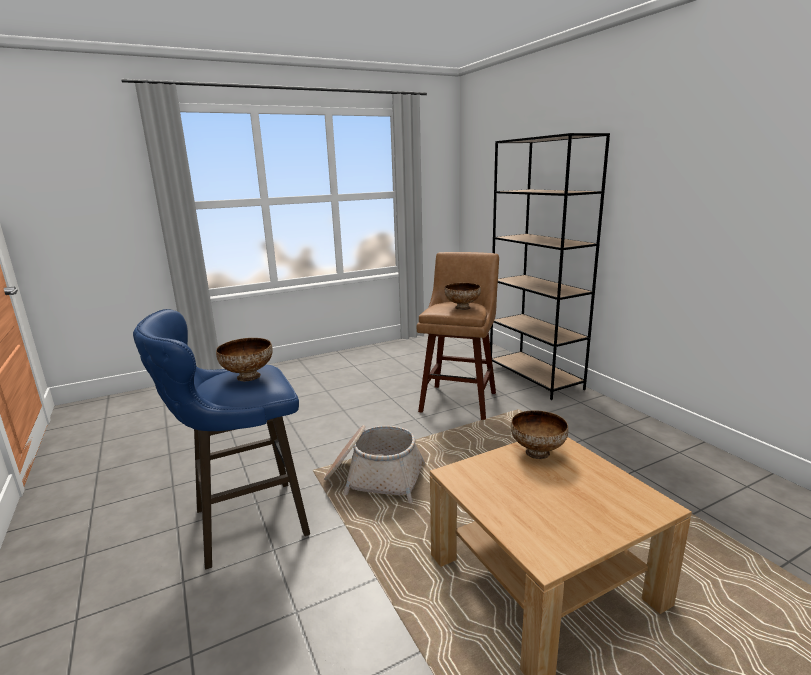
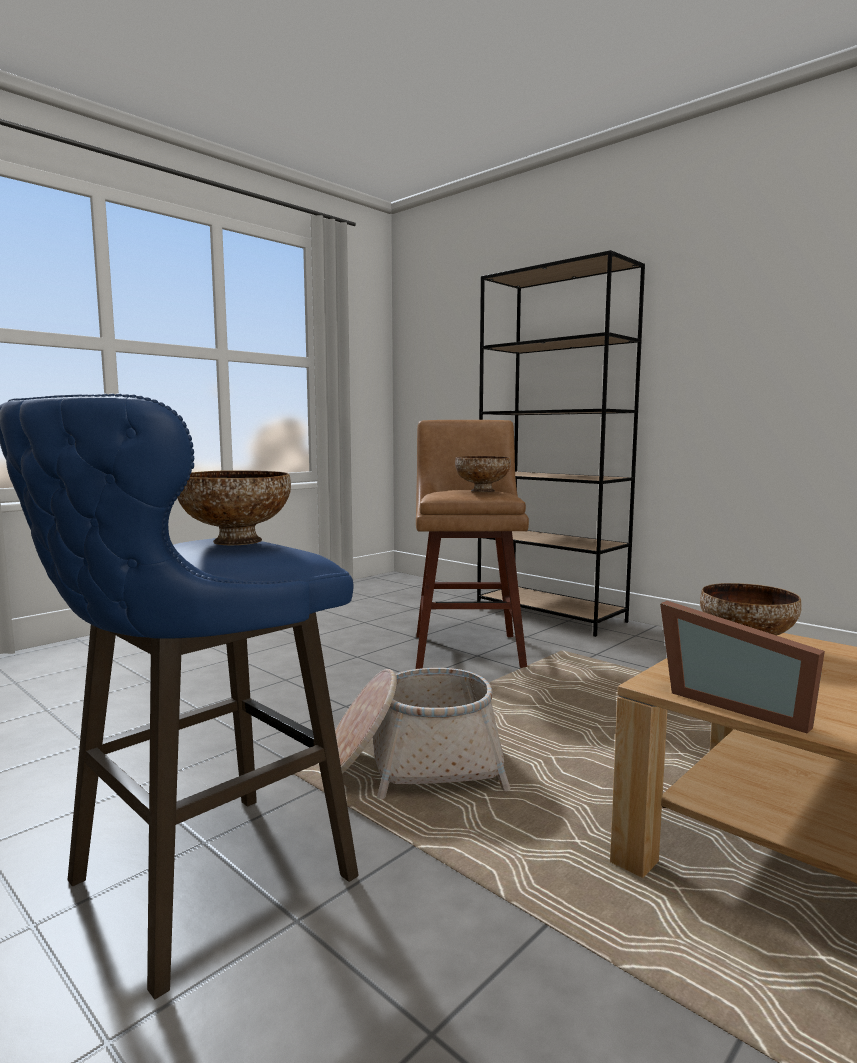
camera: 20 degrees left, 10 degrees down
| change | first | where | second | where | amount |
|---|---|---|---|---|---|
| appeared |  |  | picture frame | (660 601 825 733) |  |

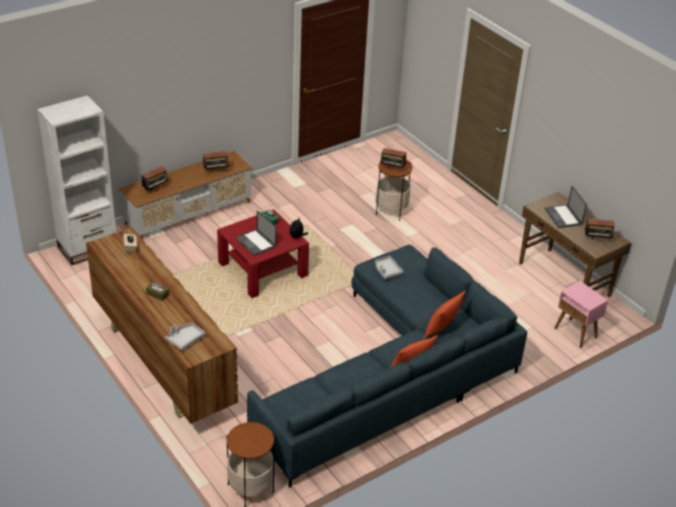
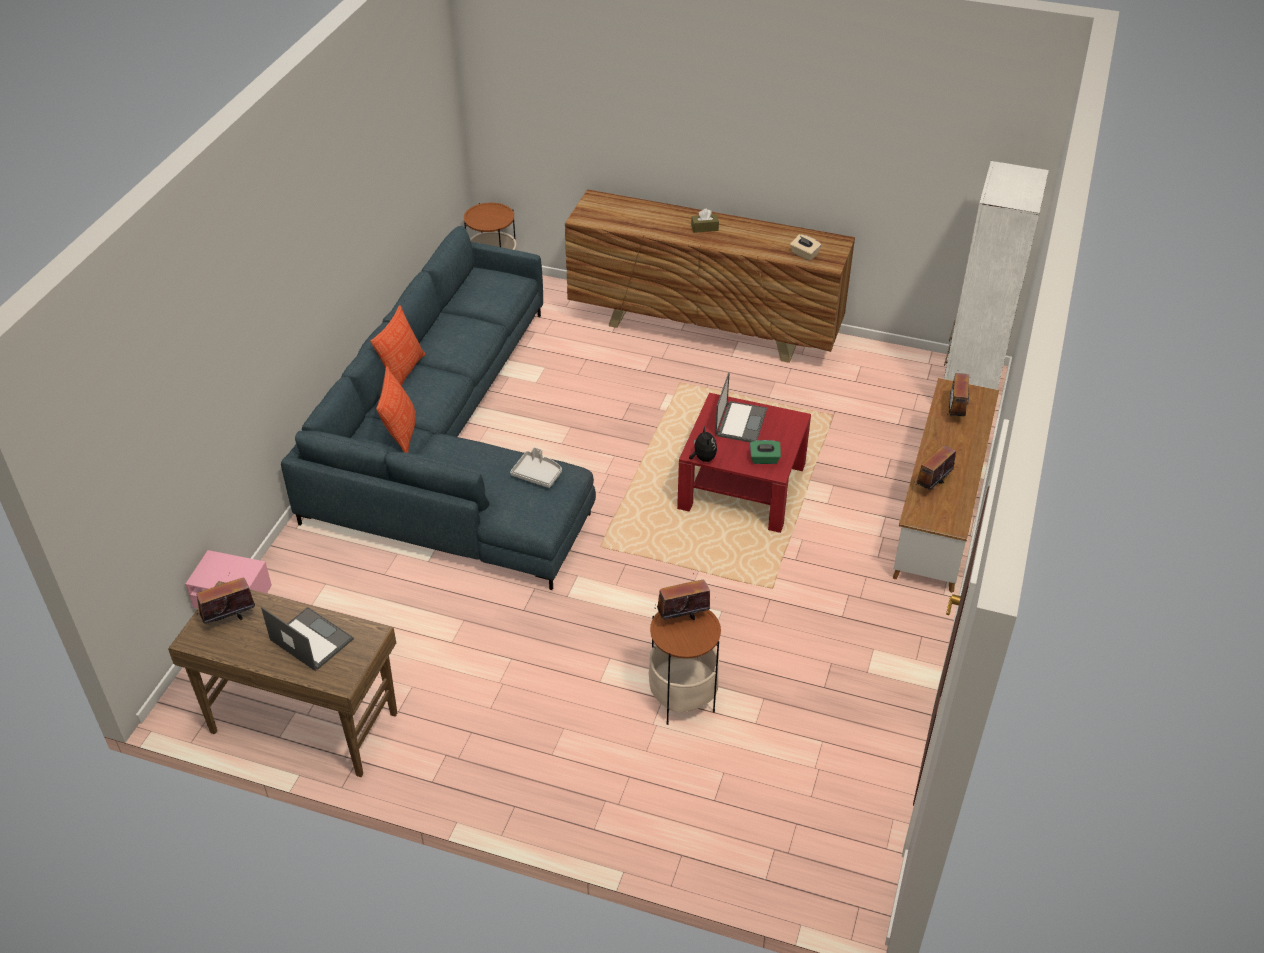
camera: 145 degrees right, 5 degrees up
| change | first | where | second | where | amount |
|---|---|---|---|---|---|
| missing | tray (grey) | (165 323 206 350) |  |  |  |
| spun | laptop | (236 210 277 256) |  | (715 372 767 442) | 90 degrees clockwise |

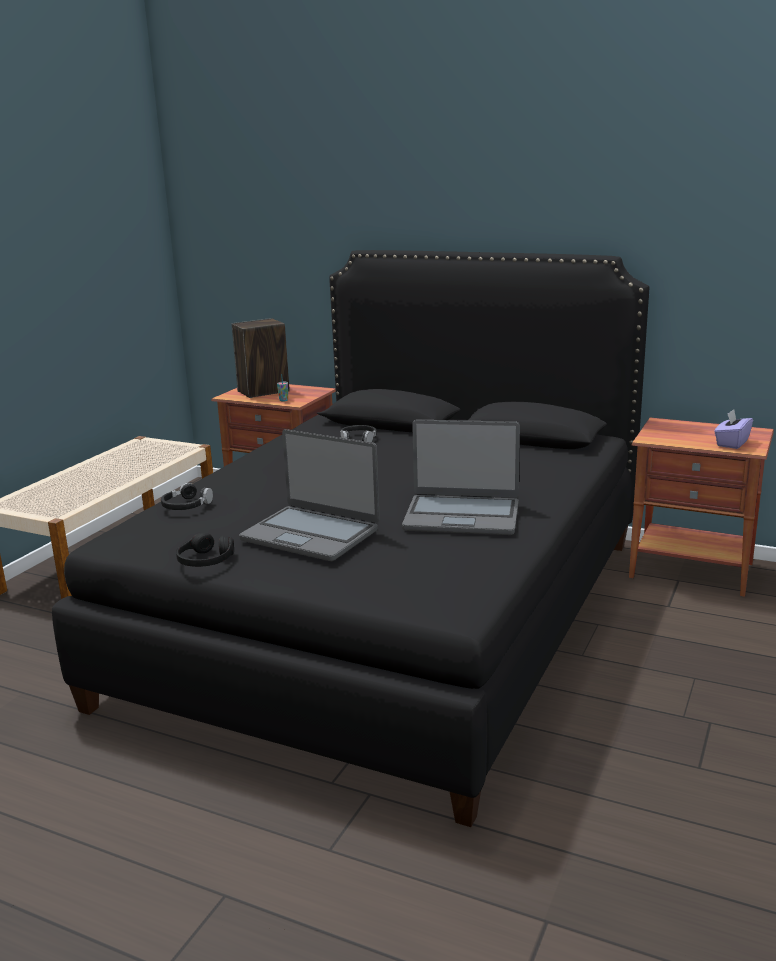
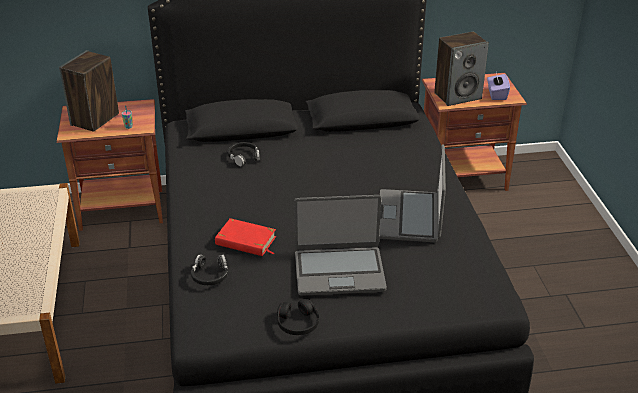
camera: 35 degrees left, 15 degrees up
| change | first | where | second | where | amount |
|---|---|---|---|---|---|
| spun | laptop | (402 420 520 535) |  | (379 144 446 242) | 120 degrees clockwise |
| appeared |  |  | book (red) | (215 218 276 256) |  |
| appeared |  |  | speaker | (434 32 489 106) |  |

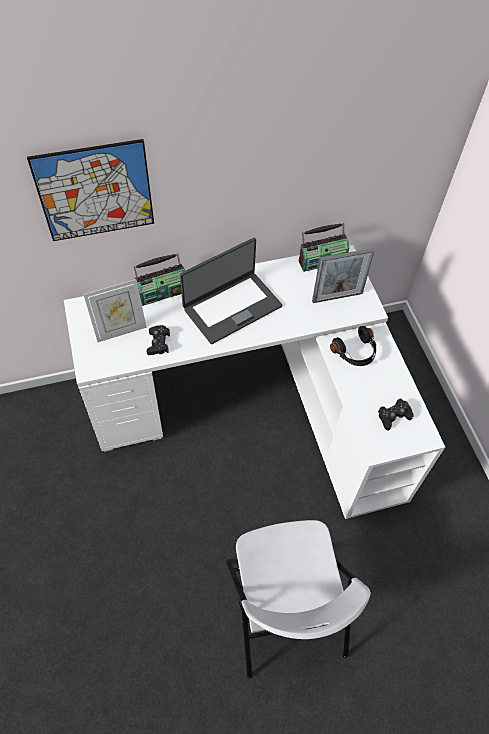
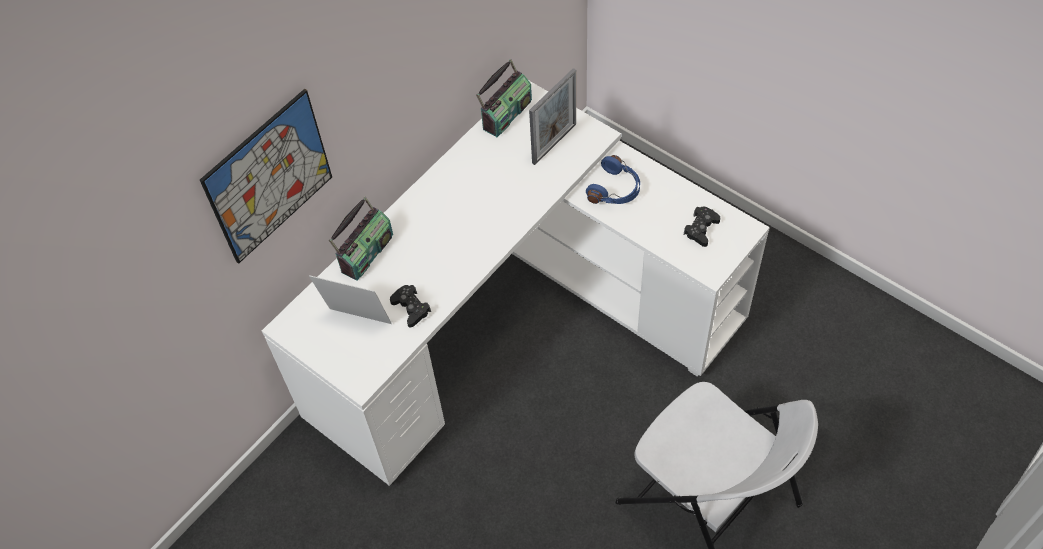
camera: 30 degrees left, 0 degrees up
| change | first | where | second | where | amount |
|---|---|---|---|---|---|
| spun | picture frame | (83 279 147 342) |  | (309 275 392 324) | 105 degrees counterclockwise |
| missing | laptop | (180 238 282 344) |  |  |  |
| colour | headphones (black) | (330 326 376 366) | headphones (blue) | (586 155 640 204) |  |

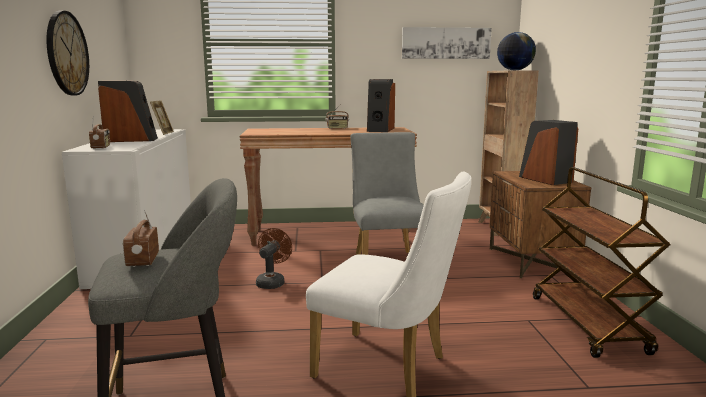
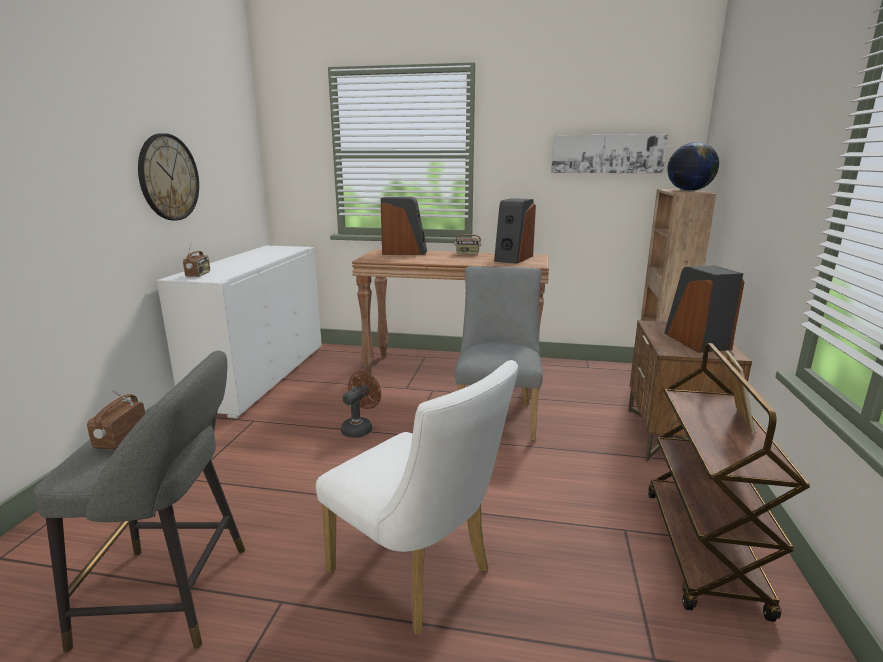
camera: 15 degrees right, 5 degrees up
| change | first | where | second | where | amount |
|---|---|---|---|---|---|
| relocated | speaker | (98 81 158 142) |  | (381 197 427 255) |  |
| relocated | picture frame | (150 100 174 135) |  | (725 350 755 433) |  |

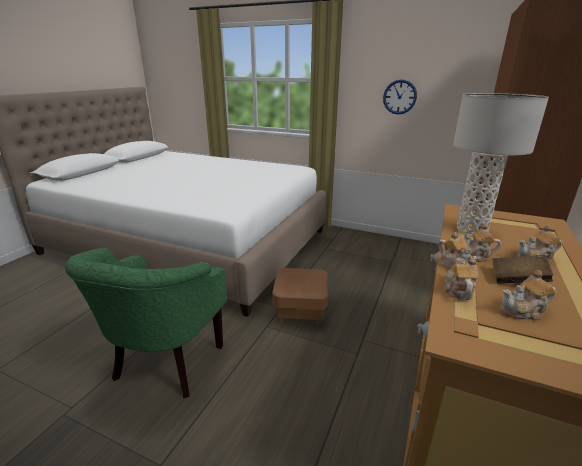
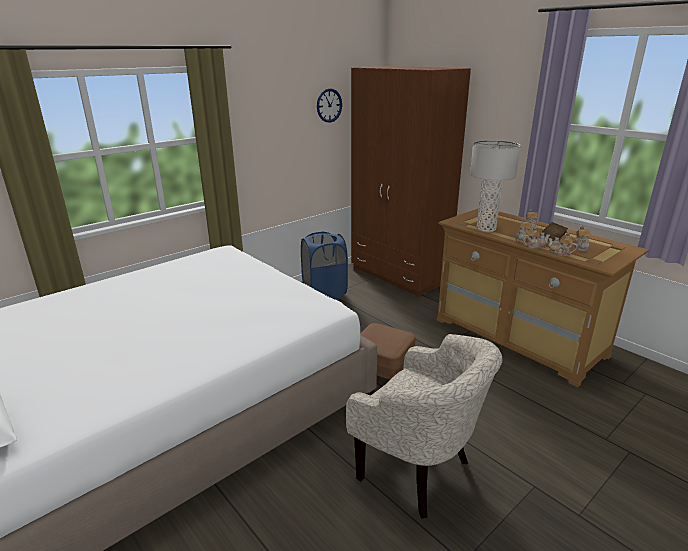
camera: 65 degrees left, 0 degrees up
| change | first | where | second | where | amount |
|---|---|---|---|---|---|
| colour | armchair (green) | (65 248 227 398) | armchair (beige) | (346 334 502 519) |  |
| relocated | wall clock | (383 80 417 115) |  | (317 88 342 123) |  |
| appeared |  |  | laundry basket (blue) | (301 232 348 300) |  |

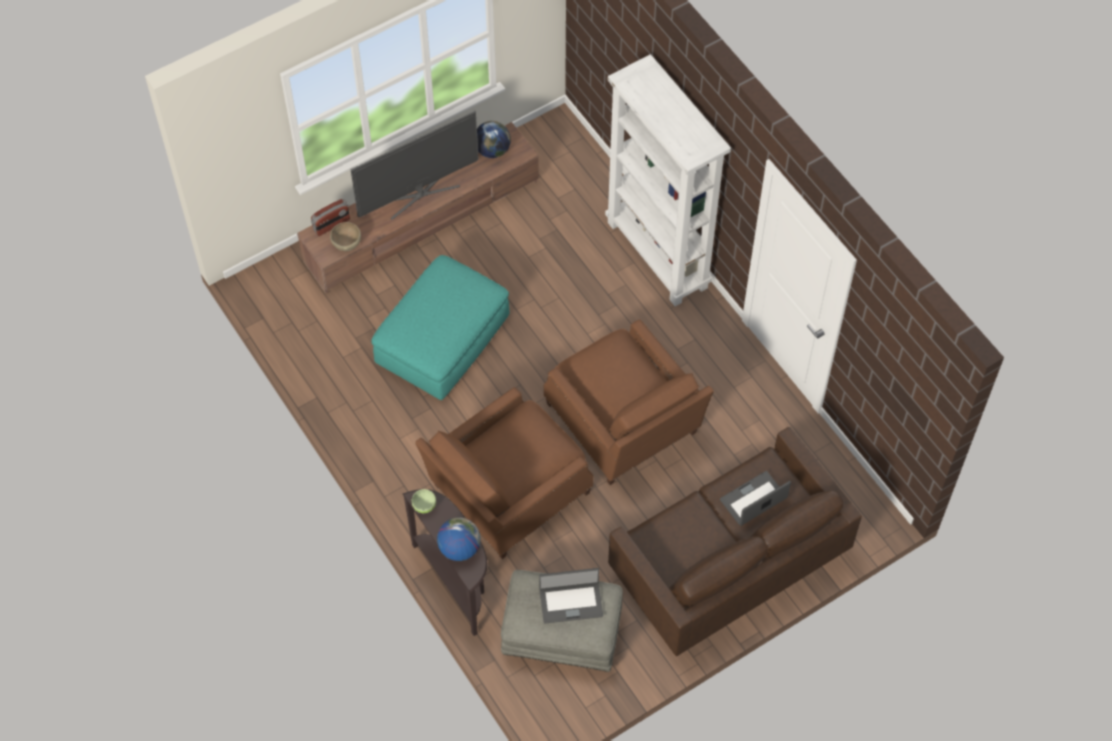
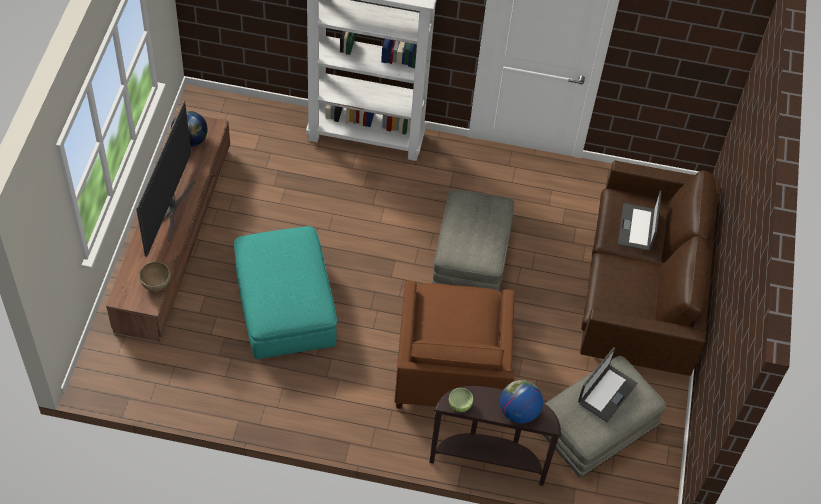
camera: 50 degrees left, 5 degrees down
| change | first | where | second | where | amount |
|---|---|---|---|---|---|
| missing | radio | (311 199 350 236) |  |  |  |
| exchanged | armchair (brown) | (544 319 713 485) | ottoman (grey) | (432 189 514 291) |  |

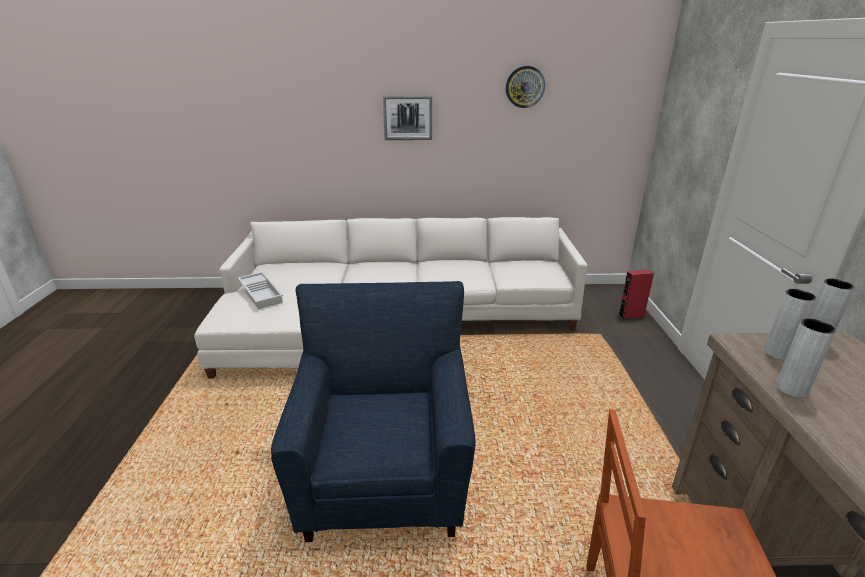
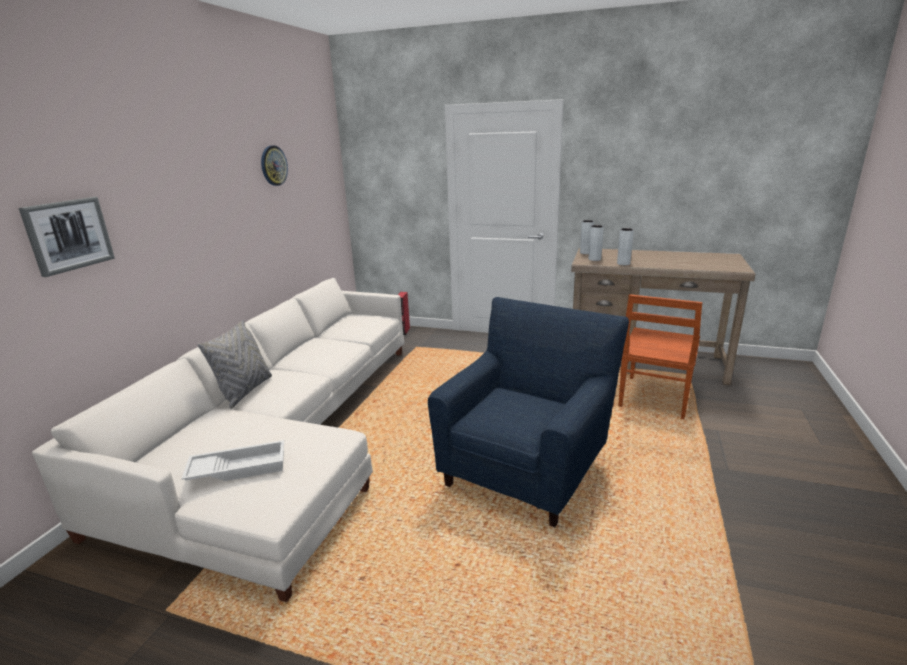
camera: 70 degrees left, 5 degrees down
| change | first | where | second | where | amount |
|---|---|---|---|---|---|
| spun | armchair (blue) | (271 281 475 542) |  | (428 297 629 527) | 105 degrees clockwise |
| relocated | picture | (383 96 432 140) |  | (19 197 115 277) |  |
| appeared |  |  | pillow (grey) | (197 320 272 409) |  |

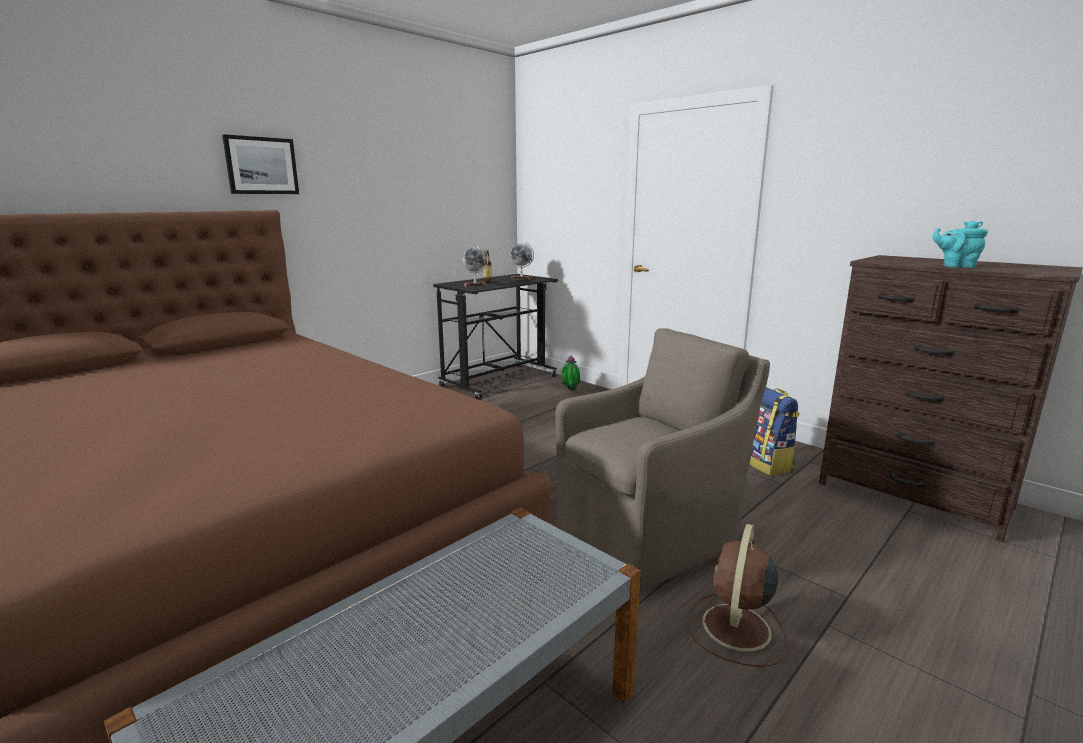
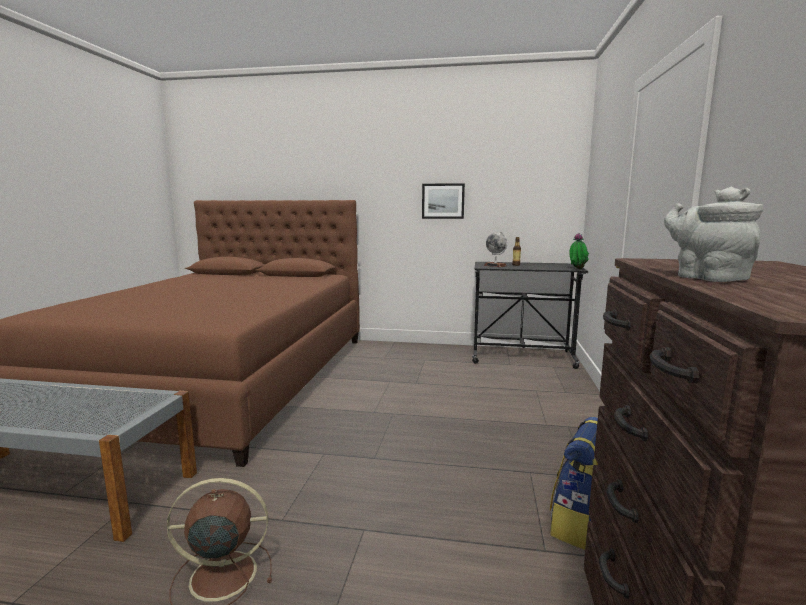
camera: 55 degrees right, 5 degrees down
| change | first | where | second | where | amount |
|---|---|---|---|---|---|
| relocated | picture | (222 134 299 194) |  | (422 183 465 219) |  |
| missing | globe | (510 242 534 280) |  |  |  |
| missing | armchair (brown) | (555 328 770 591) |  |  |  |
| relocated | potted plant | (561 356 581 390) |  | (569 233 589 269) |  |
| colour | teapot (turquoise) | (932 220 988 268) | teapot (grey) | (664 187 763 282) |  |

